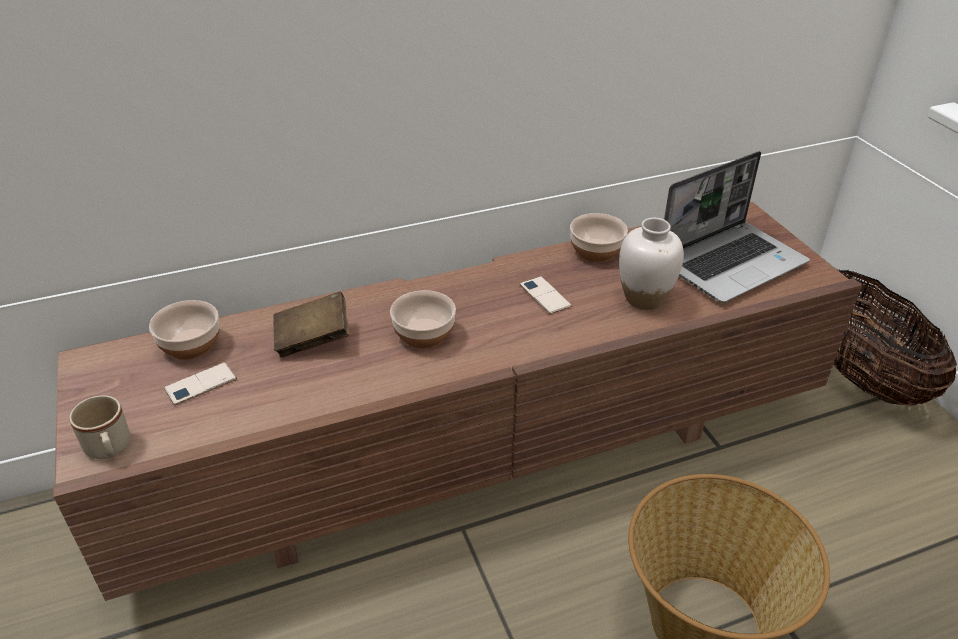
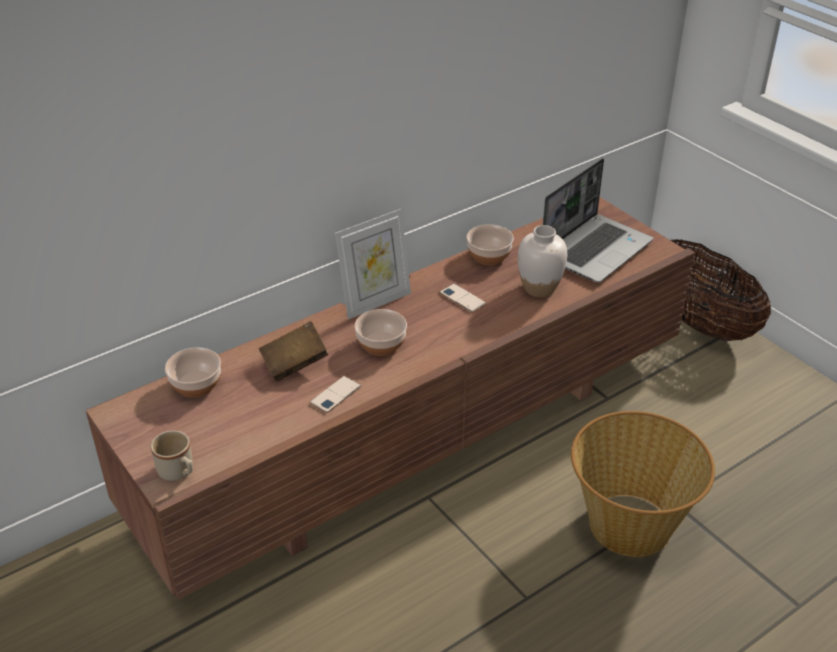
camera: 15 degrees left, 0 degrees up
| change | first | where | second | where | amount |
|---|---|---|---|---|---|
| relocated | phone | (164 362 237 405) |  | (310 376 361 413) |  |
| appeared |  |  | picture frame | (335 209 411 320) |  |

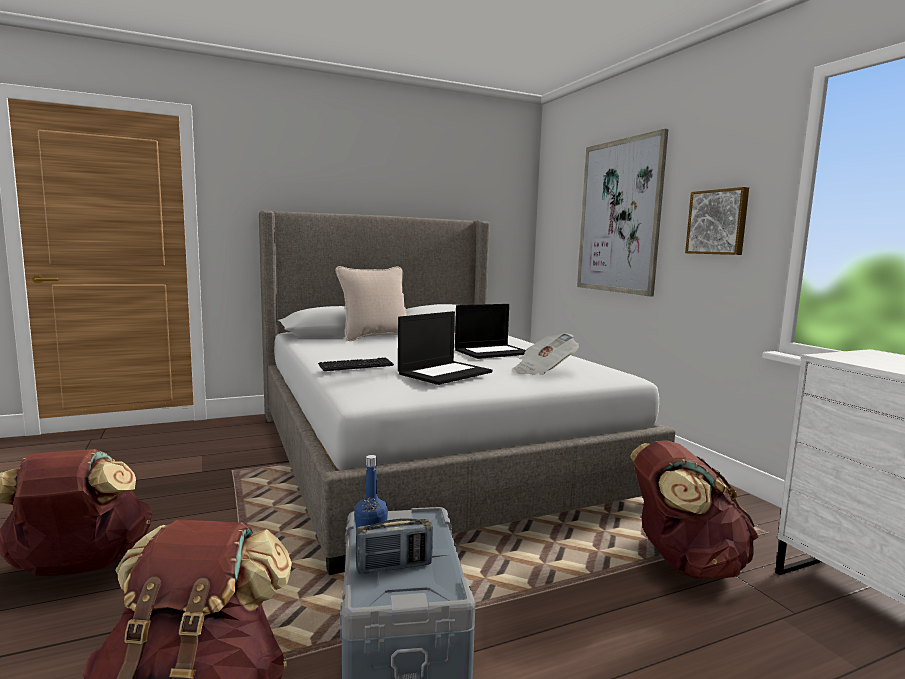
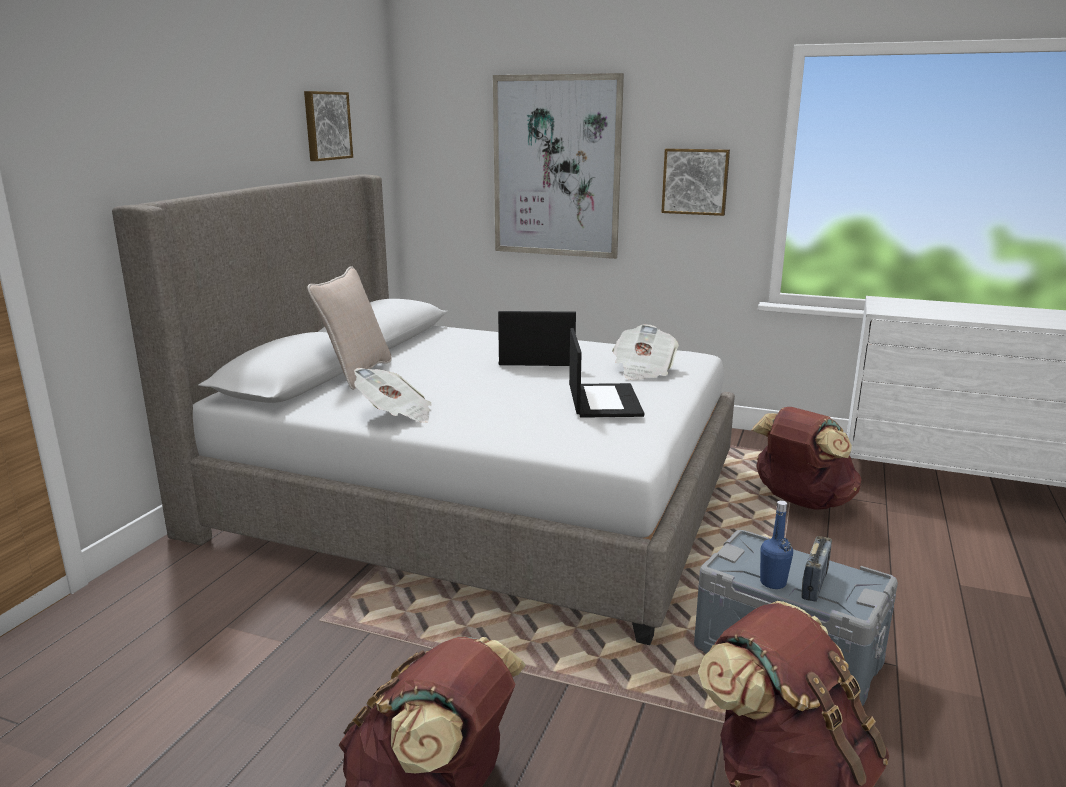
camera: 45 degrees left, 10 degrees up
| change | first | where | second | where | amount |
|---|---|---|---|---|---|
| missing | keyboard | (318 357 394 371) |  |  |  |
| spun | laptop | (455 304 525 359) |  | (498 311 576 366) | 105 degrees counterclockwise |
| appeared |  |  | picture | (304 91 353 161) |  |
| appeared |  |  | newspaper | (354 368 431 423) |  |

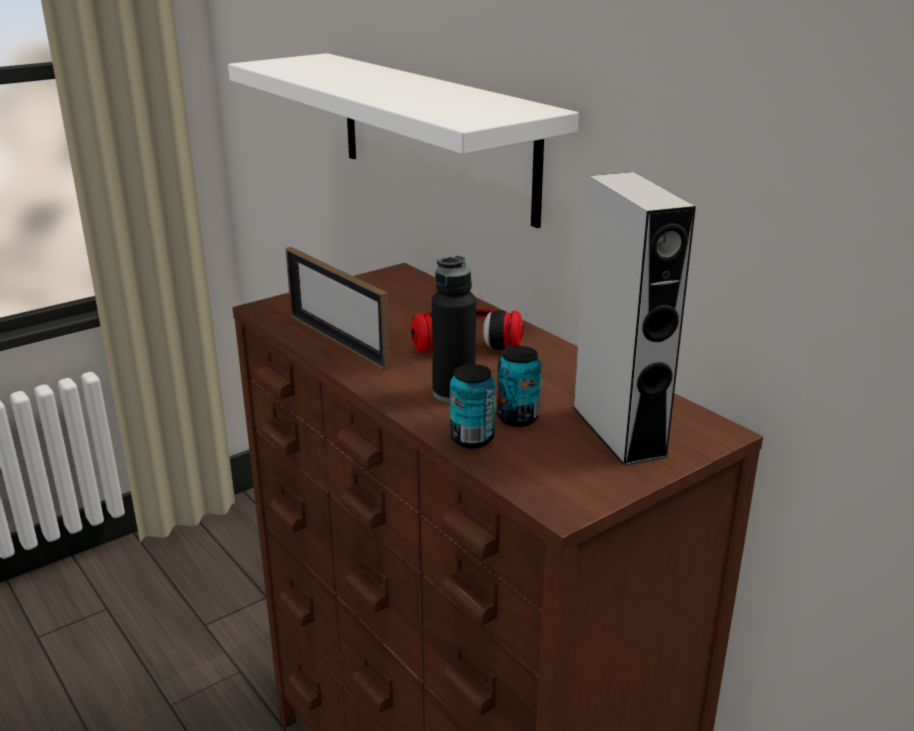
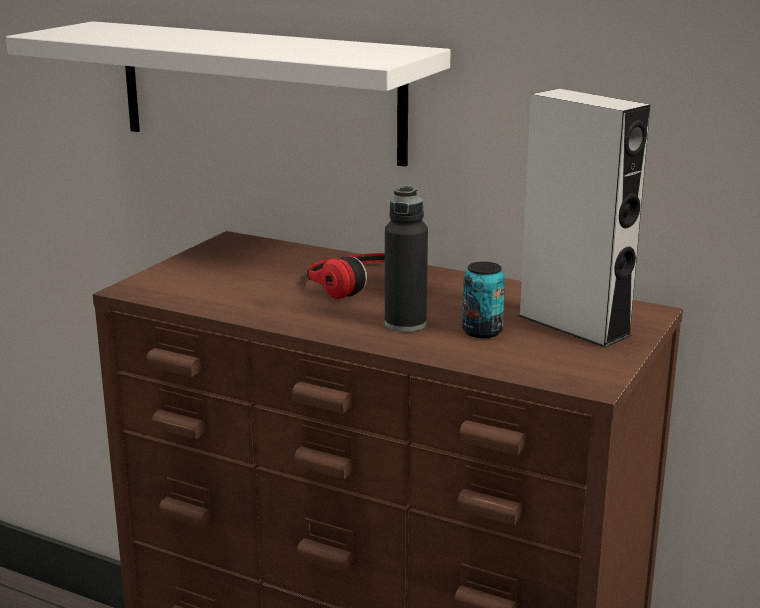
camera: 25 degrees left, 5 degrees down
| change | first | where | second | where | amount |
|---|---|---|---|---|---|
| missing | picture frame | (286 247 390 370) |  |  |  |
| missing | can | (450 364 495 448) |  |  |  |

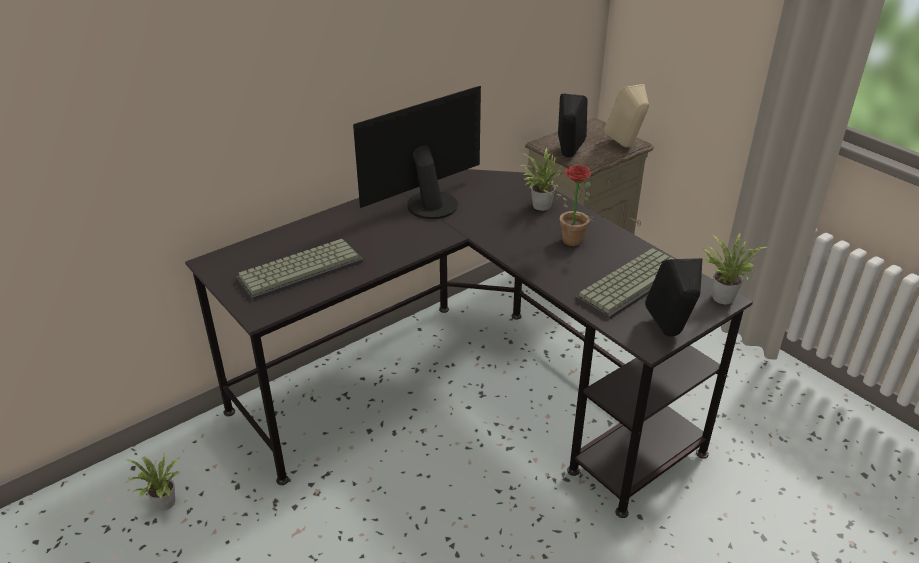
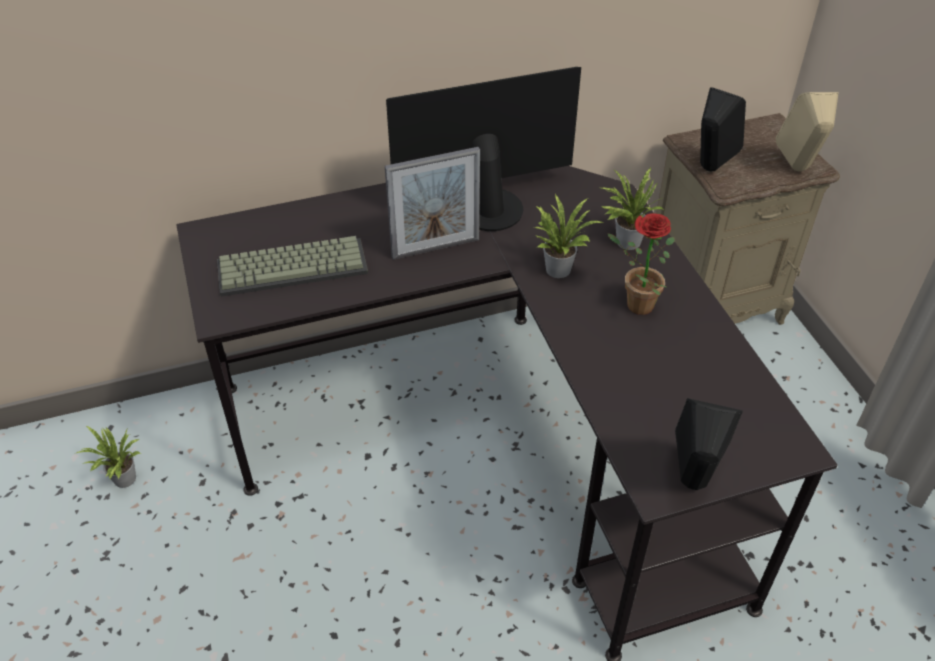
camera: 20 degrees right, 10 degrees up
| change | first | where | second | where | amount |
|---|---|---|---|---|---|
| missing | keyboard | (575 248 673 320) |  |  |  |
| relocated | potted plant | (702 233 767 304) |  | (535 194 605 278) |  |
| appeared |  |  | picture frame | (385 147 480 260) |  |

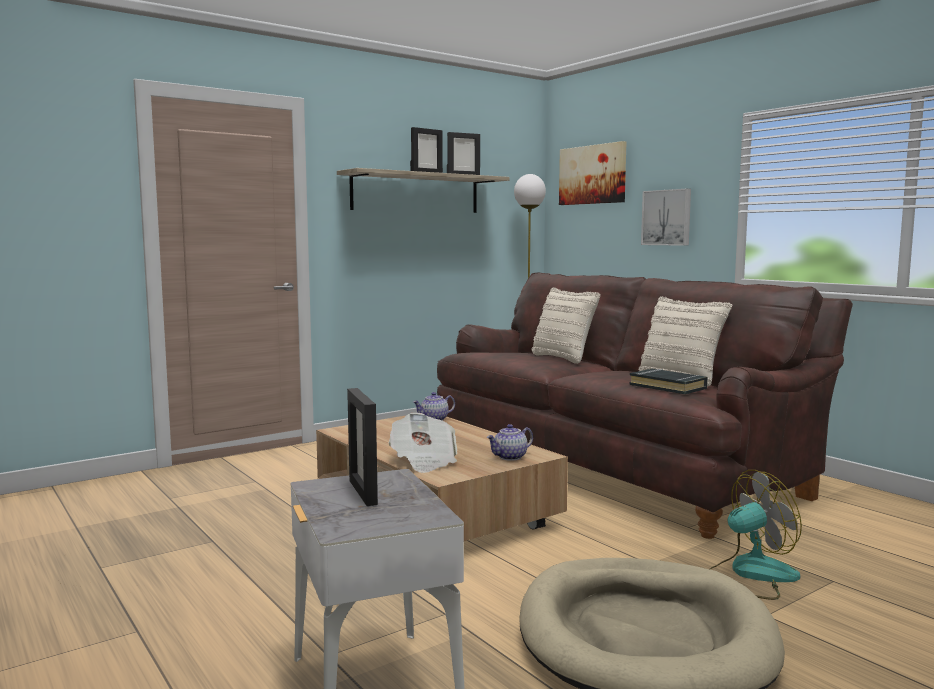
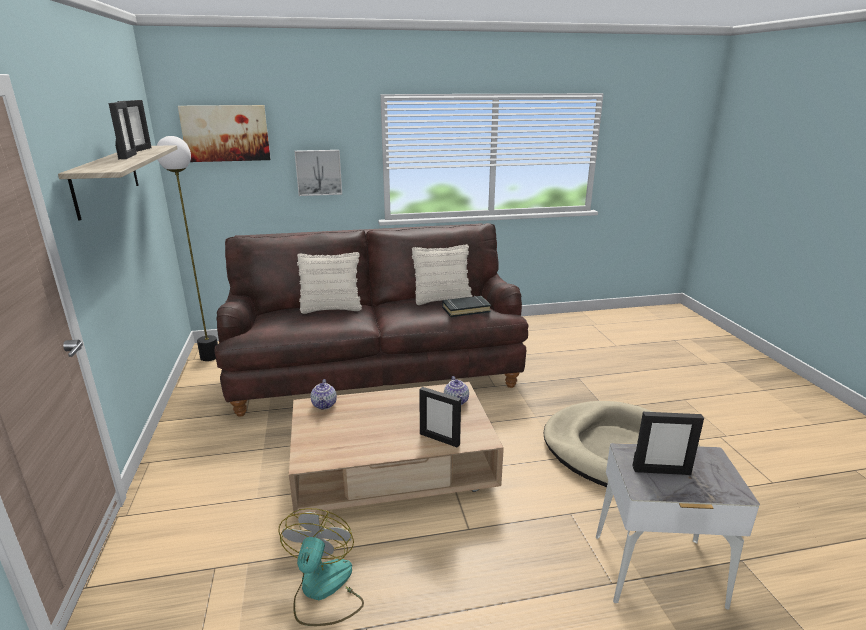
camera: 65 degrees left, 15 degrees up
| change | first | where | second | where | amount |
|---|---|---|---|---|---|
| exchanged | newspaper | (388 413 457 473) | picture frame | (419 387 461 448) |  |
| relocated | fan | (710 470 802 600) |  | (278 508 364 626) |  |

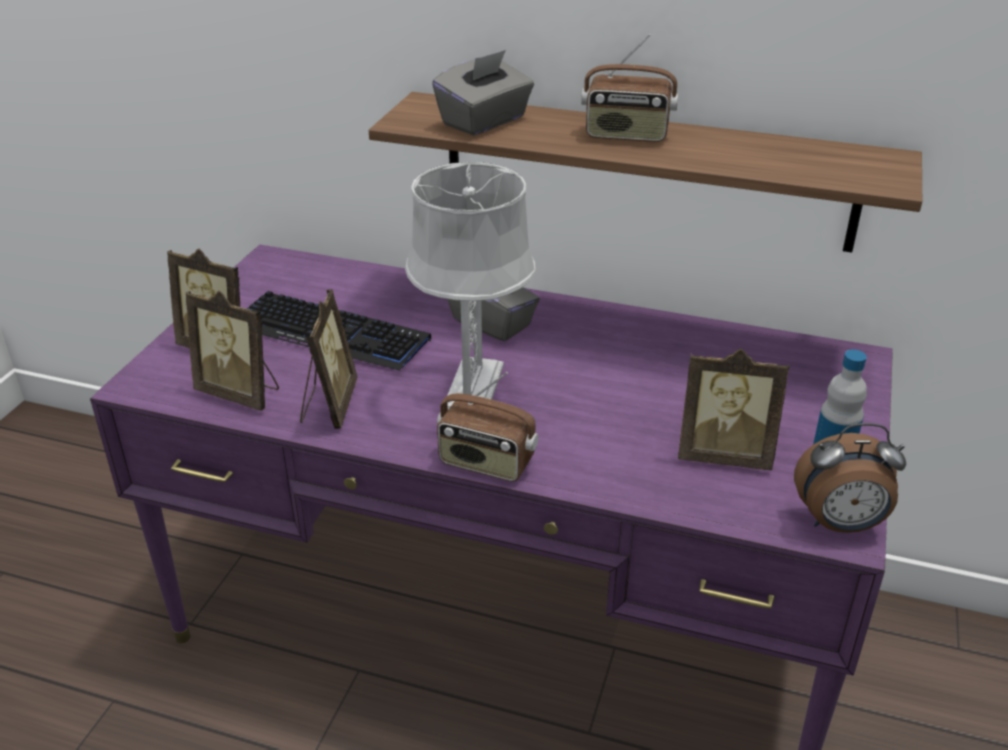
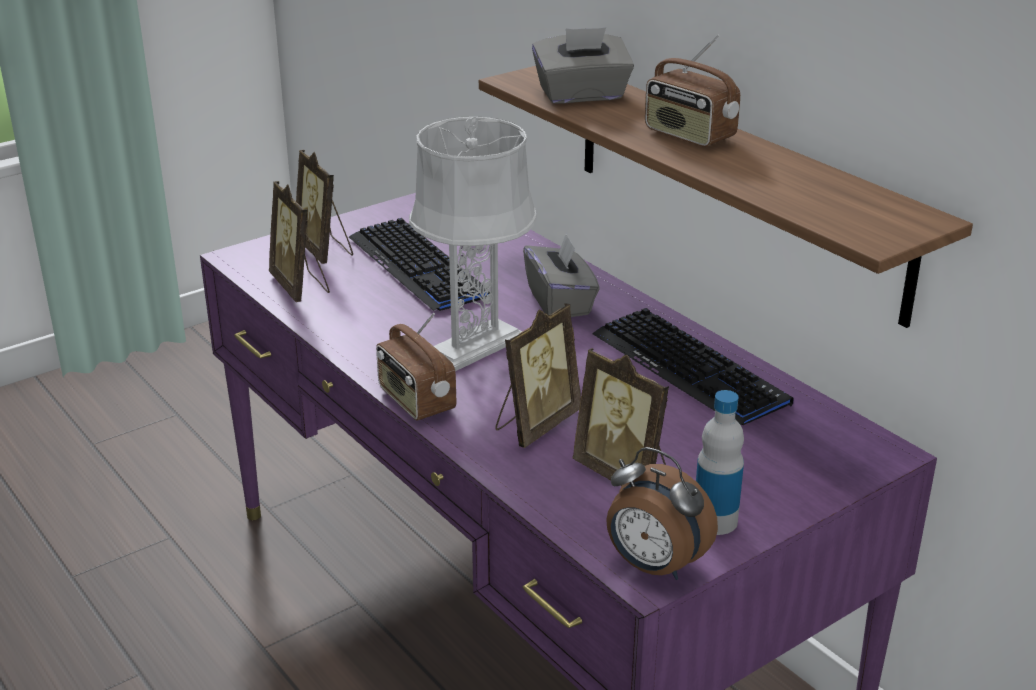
camera: 35 degrees right, 5 degrees down
| change | first | where | second | where | amount |
|---|---|---|---|---|---|
| relocated | picture frame | (300 289 357 429) |  | (495 303 581 448) |  |
| appeared |  |  | keyboard | (593 308 793 425) |  |

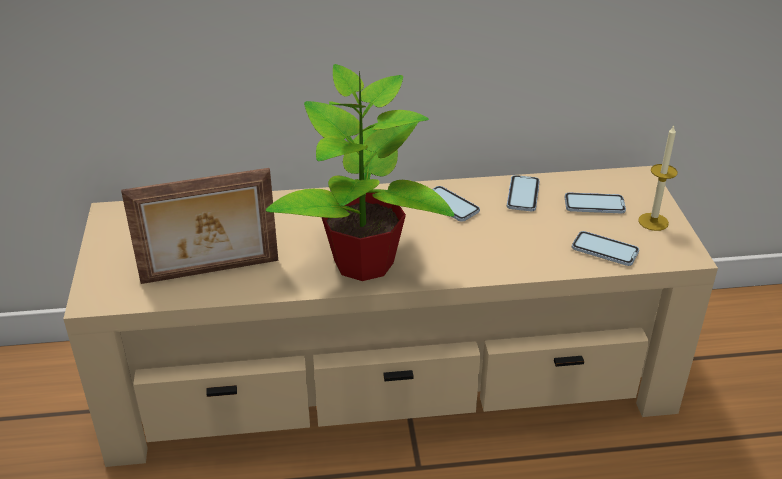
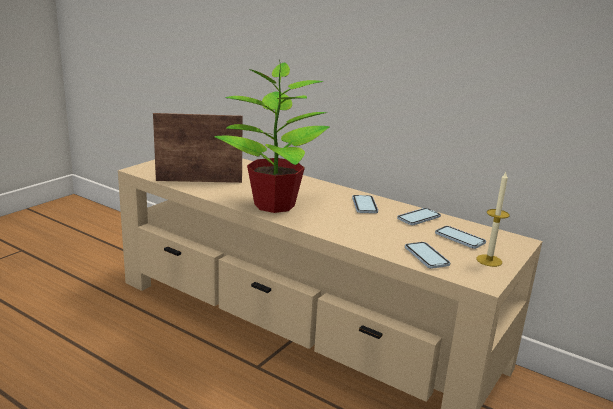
camera: 40 degrees right, 15 degrees down
| change | first | where | second | where | amount |
|---|---|---|---|---|---|
| spun | picture frame | (121 168 278 284) |  | (153 113 243 183) | 150 degrees clockwise |

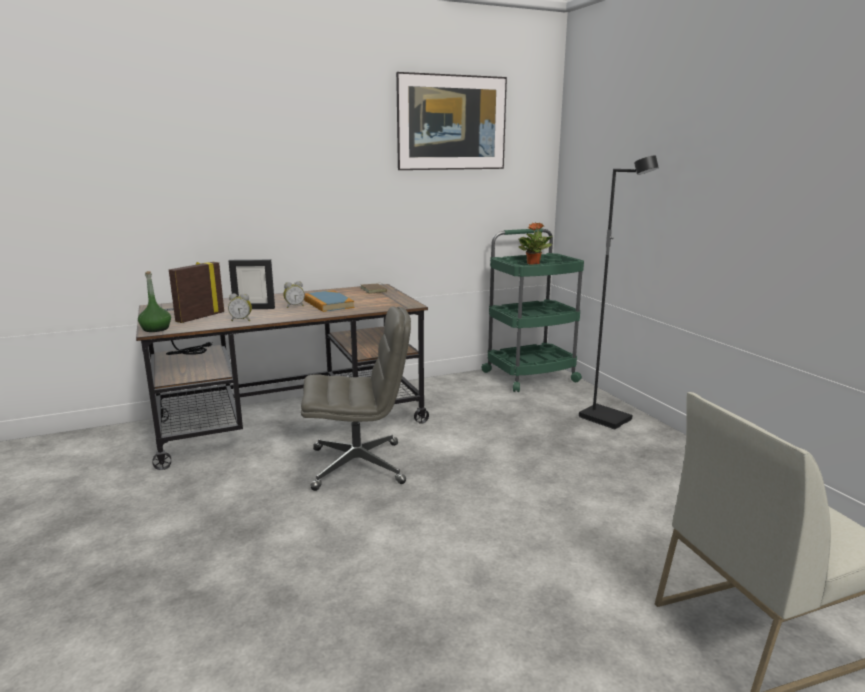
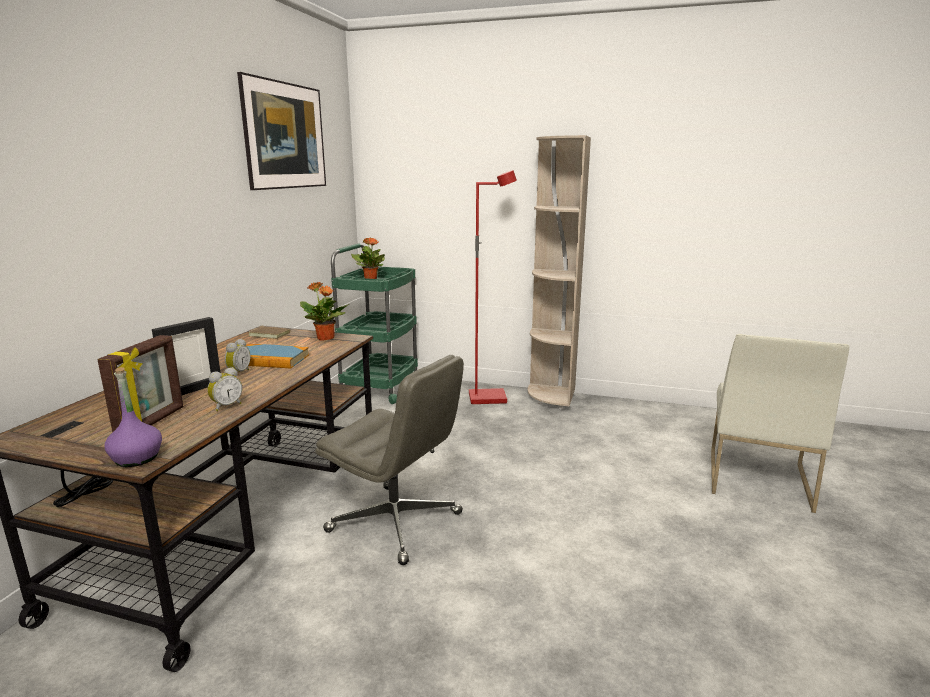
camera: 50 degrees left, 0 degrees up
| change | first | where | second | where | amount |
|---|---|---|---|---|---|
| colour | bottle (green) | (138 271 171 332) | bottle (purple) | (105 367 162 467) |  |
| spun | picture frame | (169 262 224 323) |  | (97 335 183 433) | 150 degrees counterclockwise |
| spun | office chair (grey) | (301 306 411 491) |  | (315 355 464 565) | 90 degrees clockwise |
| colour | floor lamp (black) | (579 155 659 430) | floor lamp (red) | (469 170 517 404) |  |
| appeared |  |  | potted plant | (300 282 349 341) |  |
| appeared |  |  | bookcase (beige) | (527 135 591 410) |  |

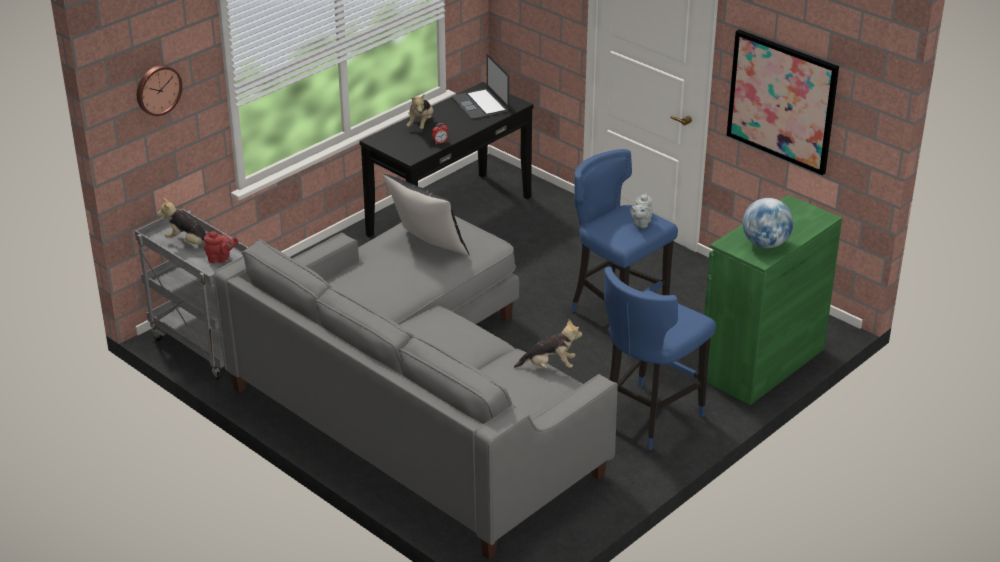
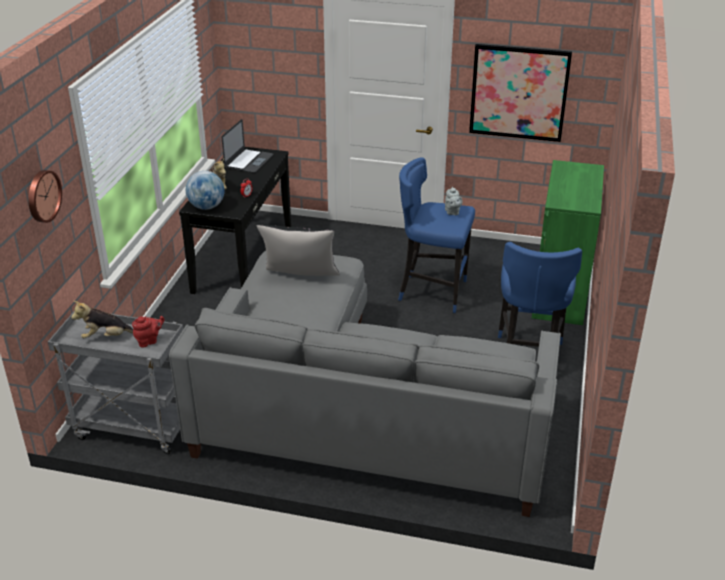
camera: 30 degrees left, 0 degrees up
| change | first | where | second | where | amount |
|---|---|---|---|---|---|
| spun | laptop | (452 54 509 119) |  | (222 119 273 173) | 105 degrees counterclockwise |
| missing | plush toy | (514 319 582 368) |  |  |  |
| relocated | globe | (742 198 793 248) |  | (186 171 225 210) |  |

